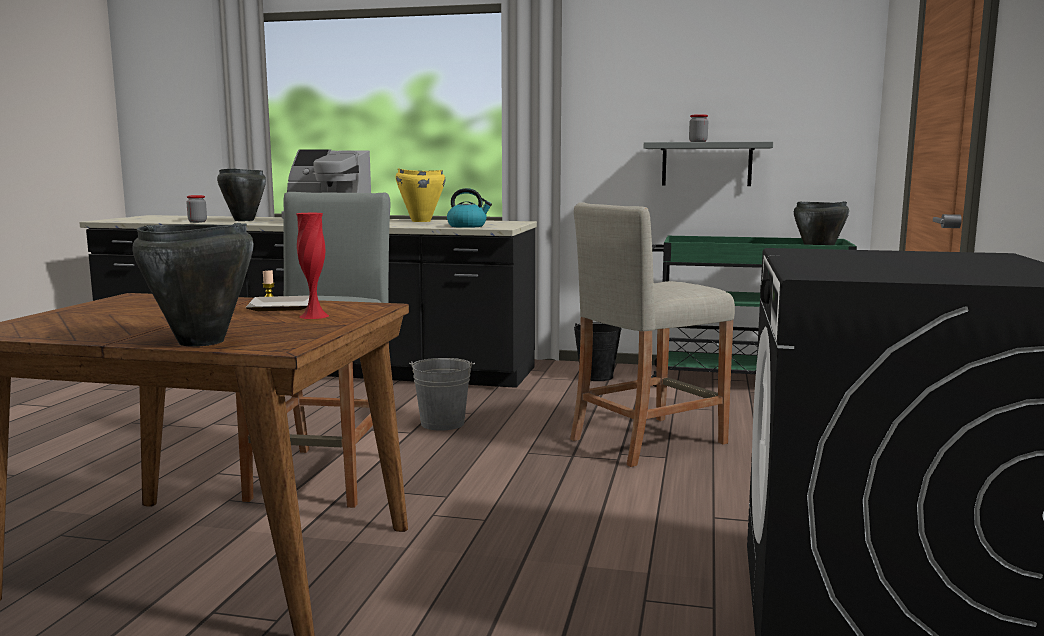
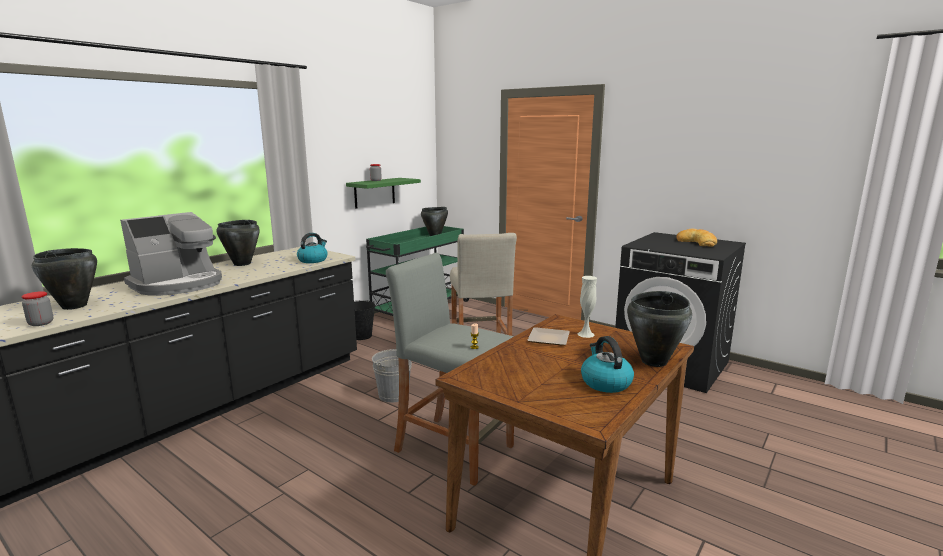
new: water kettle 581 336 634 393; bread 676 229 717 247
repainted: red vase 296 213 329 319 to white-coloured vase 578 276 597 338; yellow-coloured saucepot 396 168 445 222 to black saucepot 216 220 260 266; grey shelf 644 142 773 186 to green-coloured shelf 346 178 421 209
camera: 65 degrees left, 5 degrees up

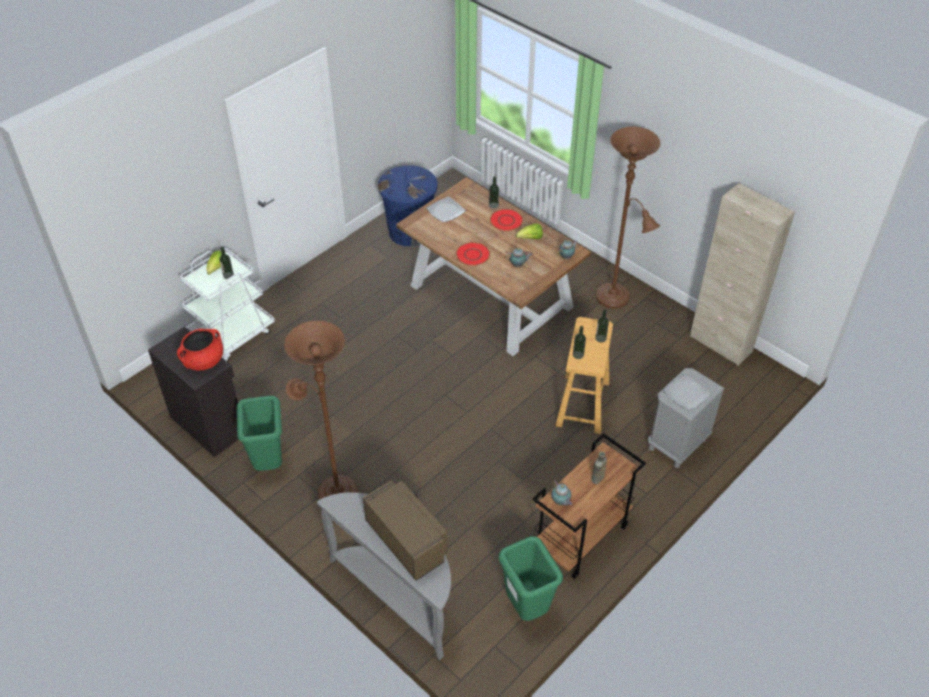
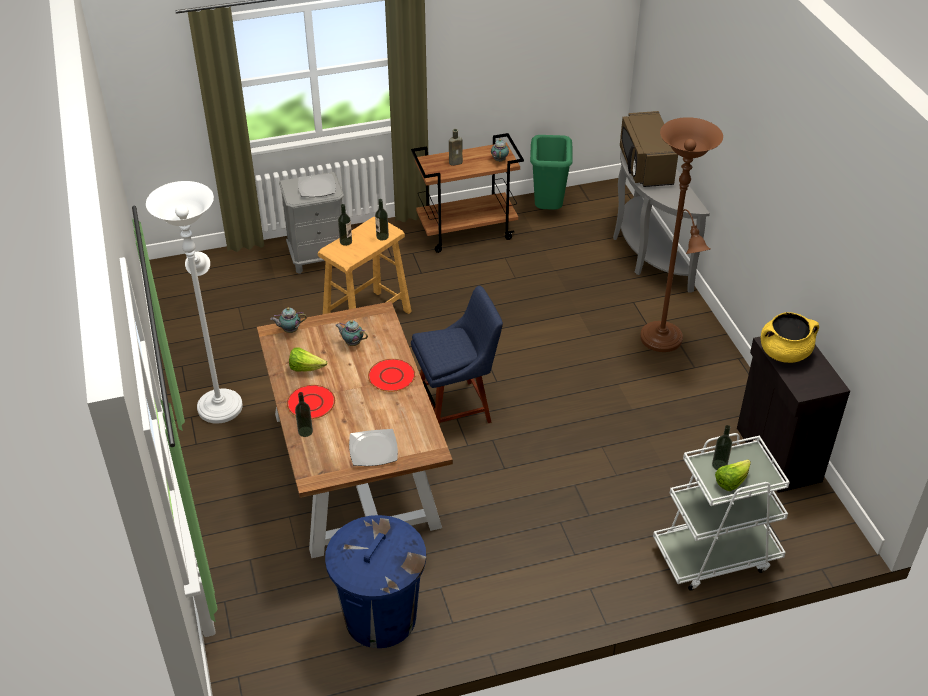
gone: green-coloured rubbish bin 237 396 282 471; sand-coloured storage cabinet 690 183 795 366
new: blue-coloured upright chair 411 286 503 425
repainted: red saucepot 177 329 223 370 to yellow-coloured saucepot 761 312 819 363; brown-coloured standard lamp 596 127 660 309 to white-coloured standard lamp 146 181 243 424
camera: 150 degrees left, 5 degrees down

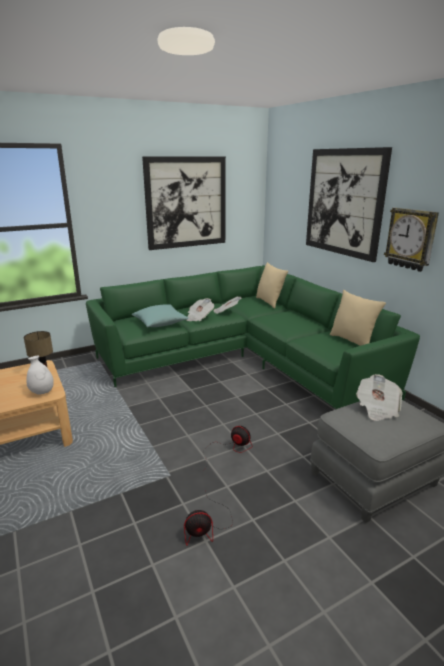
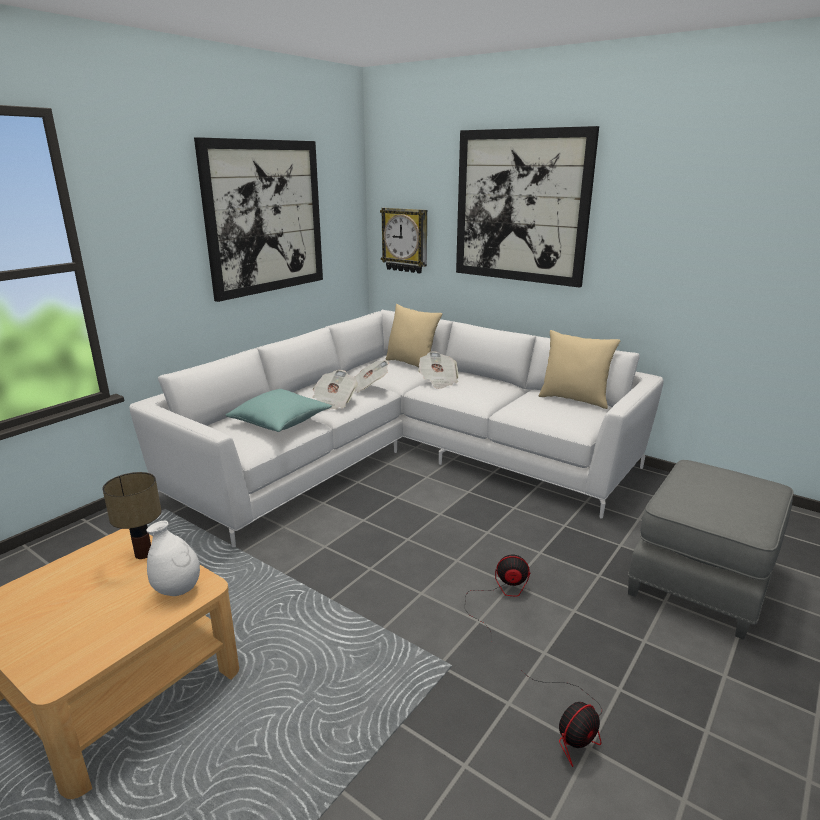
shifted: newspaper 356 374 403 421 to 418 352 459 389; wall clock 384 207 439 272 to 380 208 427 274
repainted: green-coloured couch 86 265 420 409 to white-coloured couch 129 310 664 547
camera: 25 degrees left, 0 degrees up

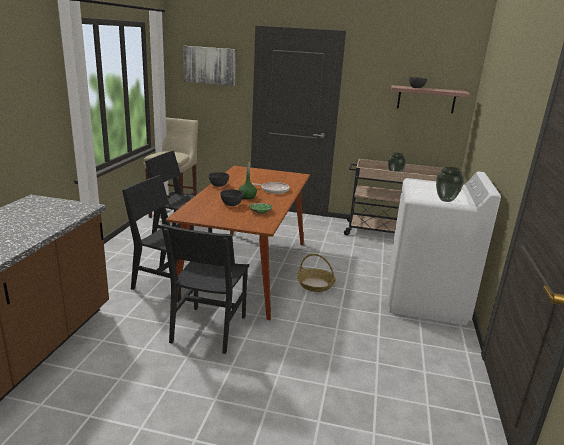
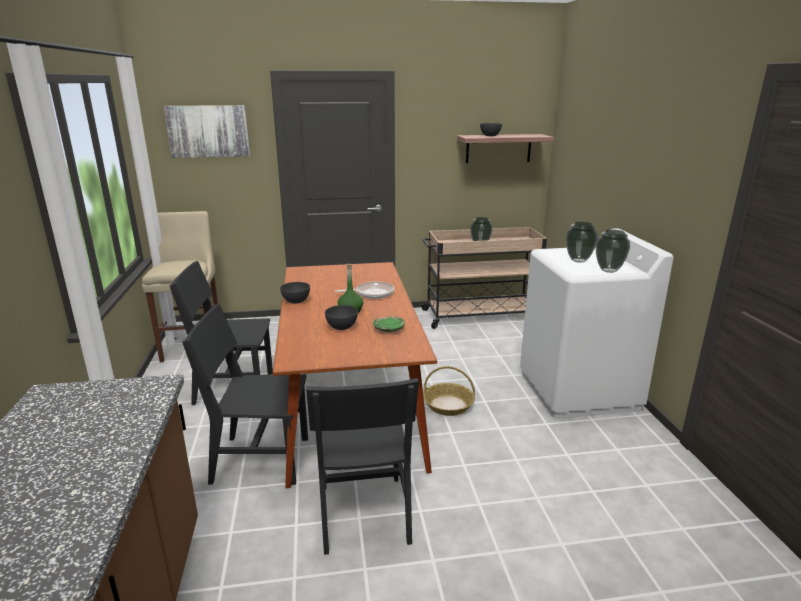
new: vase 566 222 598 263
camera: 20 degrees left, 0 degrees up

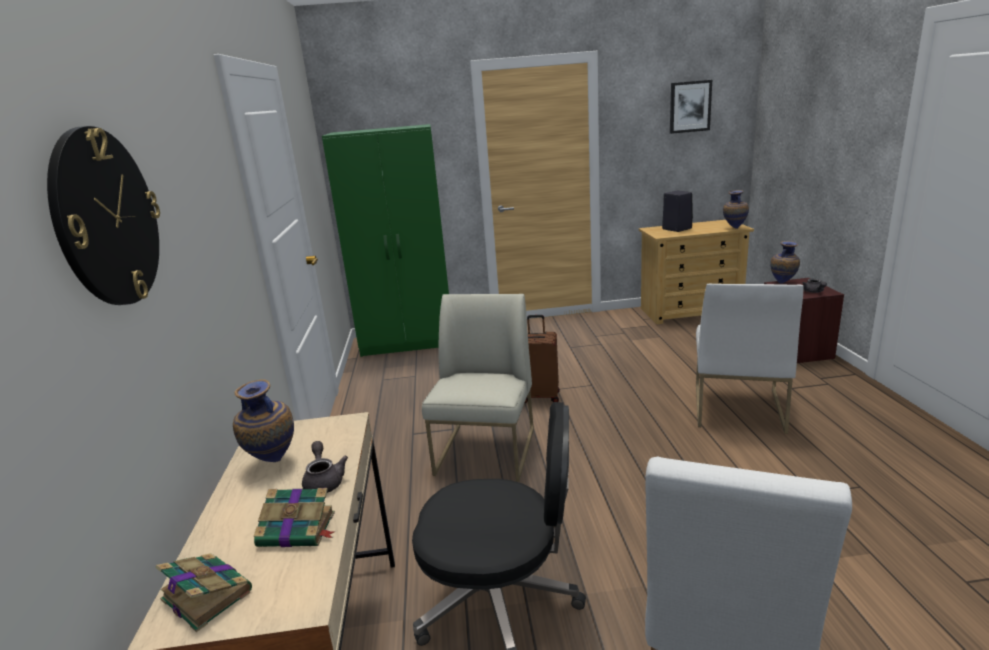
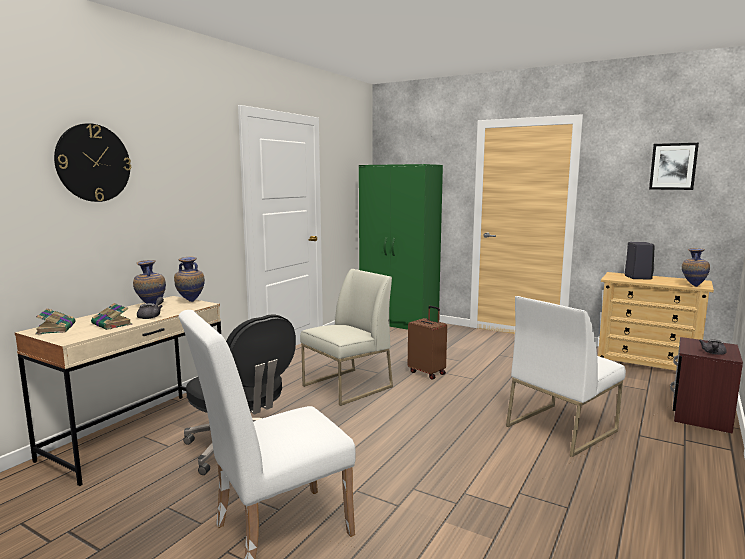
shifted: vase 770 241 800 283 to 174 256 205 302
camera: 35 degrees right, 10 degrees down

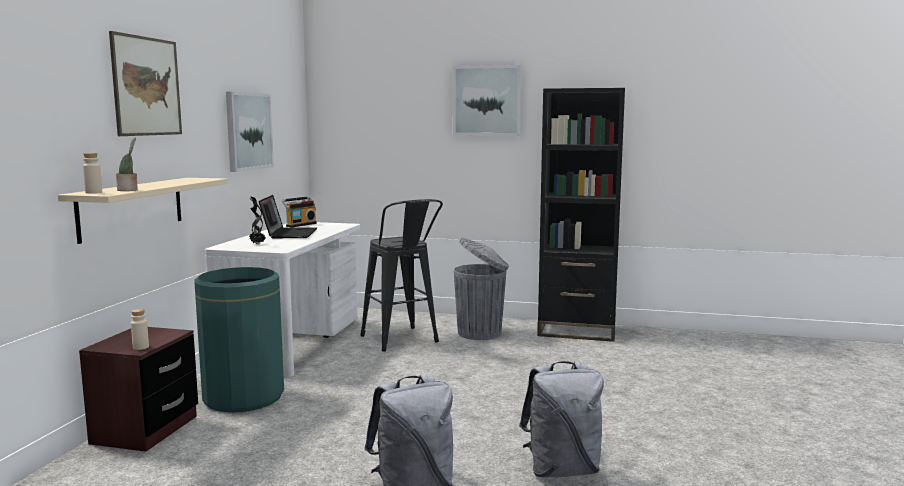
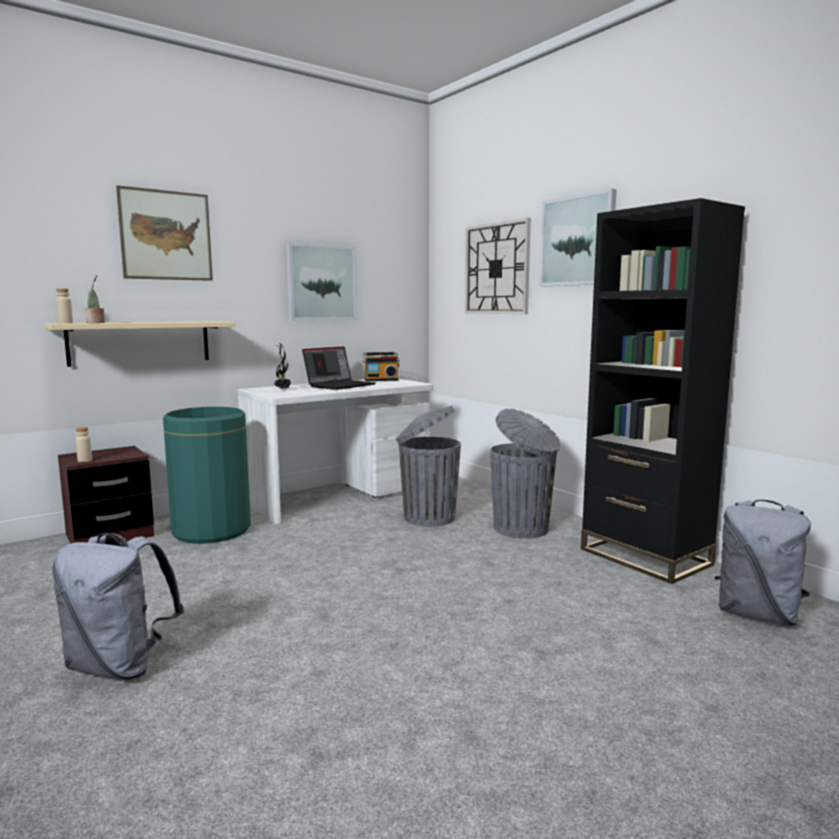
new: wall clock 465 218 531 314
shifted: grey rucksack 519 361 603 478 to 715 500 811 626
swapped: black stool 360 199 443 351 to grey rubbish bin 396 406 461 527
camera: 40 degrees right, 0 degrees up

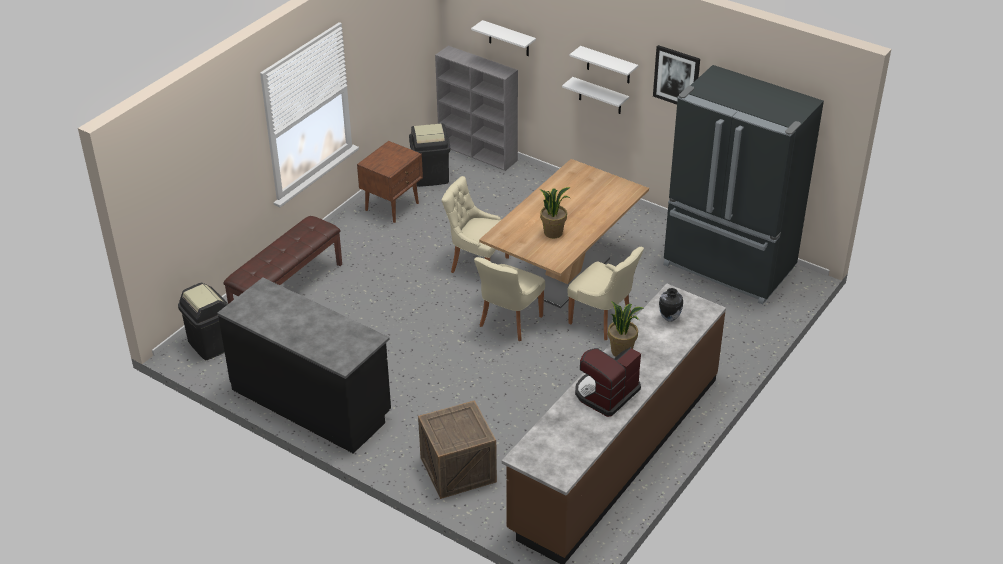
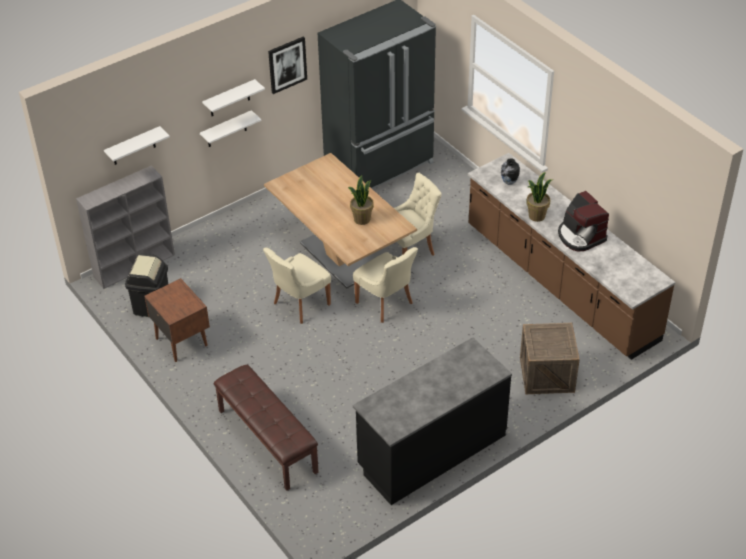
gone: black rubbish bin 178 283 228 360
camera: 70 degrees left, 5 degrees up

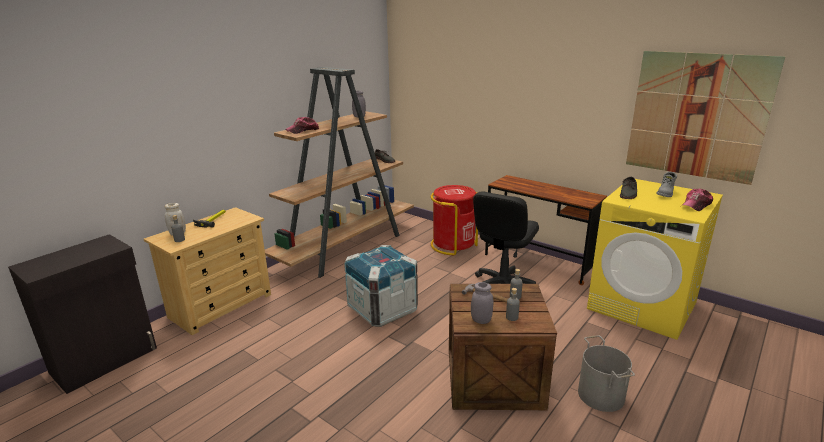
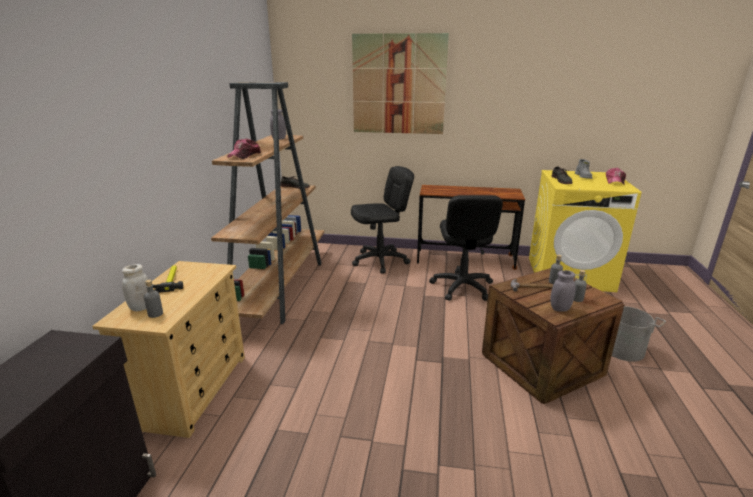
gone: crate 344 245 418 327
shifted: wall art 626 51 785 185 to 352 33 449 134
swapped: red rubbish bin 431 185 478 255 to black computer chair 351 166 414 273
camera: 30 degrees left, 0 degrees up

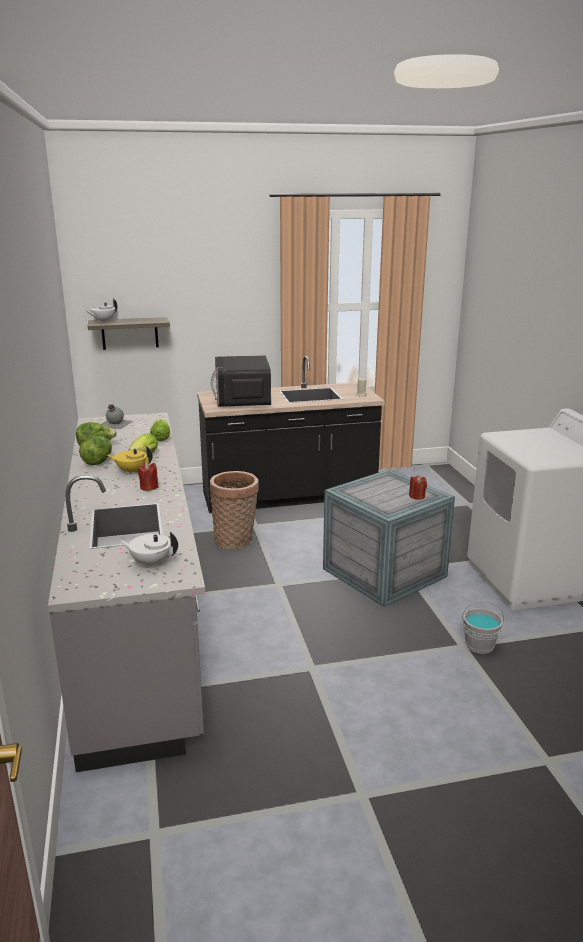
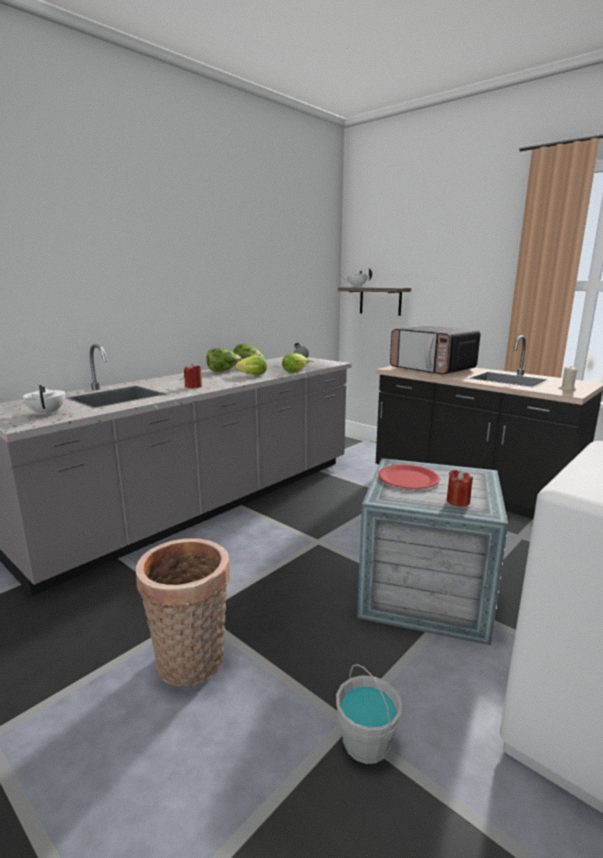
gone: yellow-coloured tea pot 107 446 153 474
new: red flat dish 378 464 440 489
shifted: household basket 210 471 259 549 to 136 539 230 686
rotated: microwave 211 355 271 407 = 390 326 480 375 90 degrees counterclockwise
camera: 55 degrees right, 5 degrees down

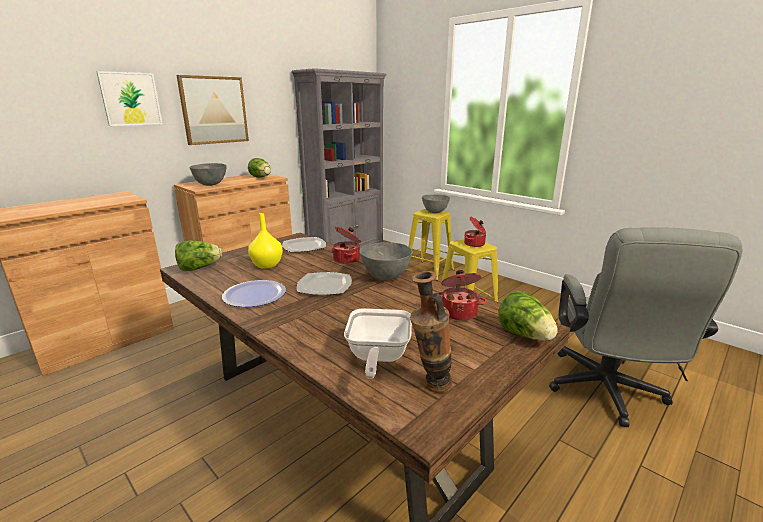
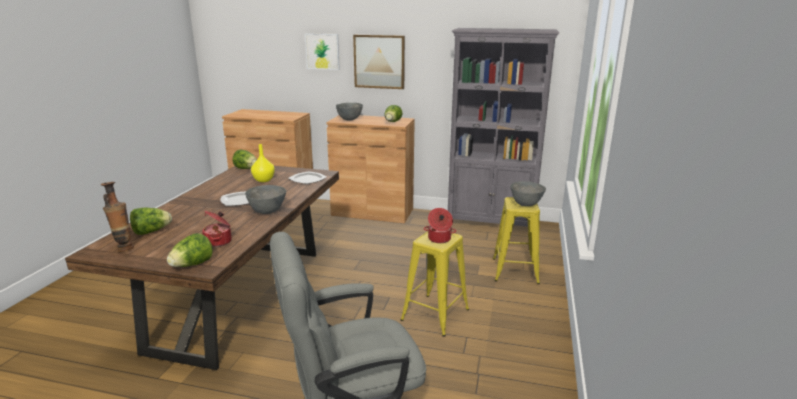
gone: flat dish 222 280 286 307; saucepot 332 227 361 264
swapped: frying pan 344 308 412 379 to head of lettuce 130 208 172 235
camera: 60 degrees right, 0 degrees up

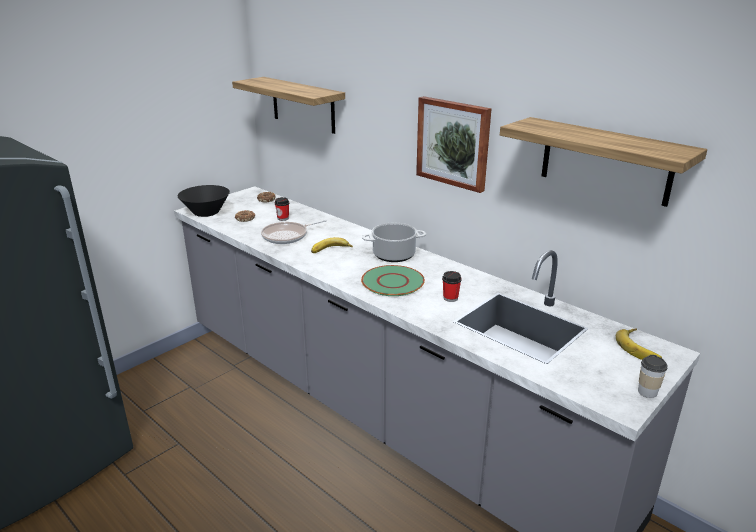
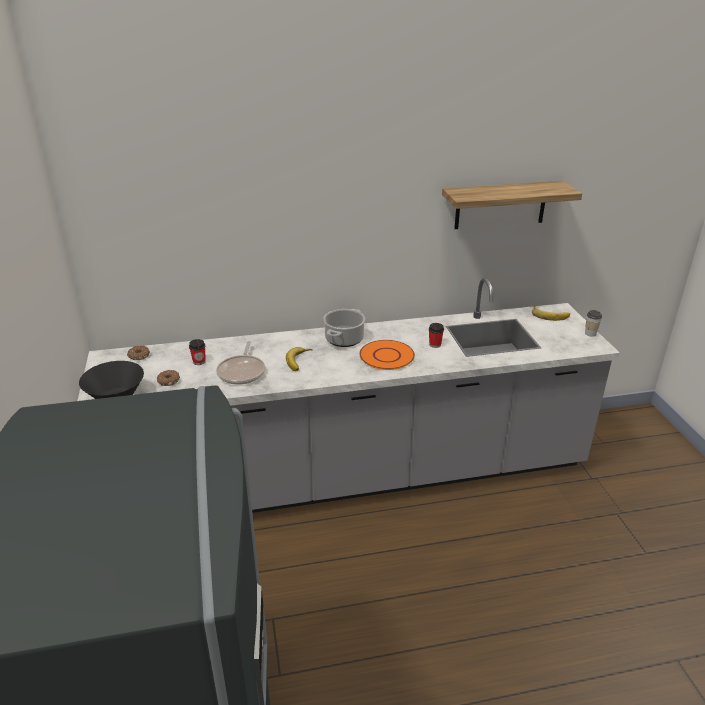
gone: shelf 232 77 345 134; wall art 416 96 492 193
repainted: green-coloured flat dish 361 265 425 296 to orange flat dish 359 340 415 370
camera: 55 degrees left, 5 degrees up

